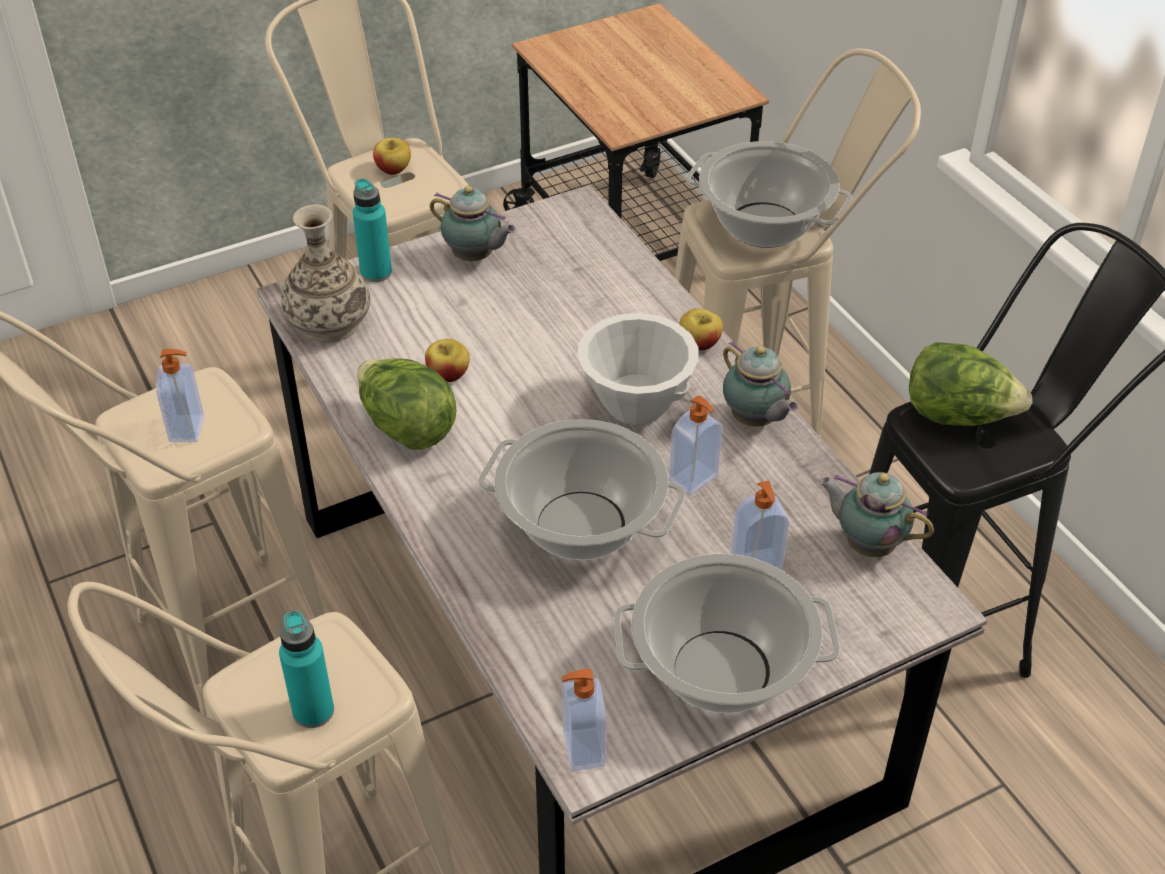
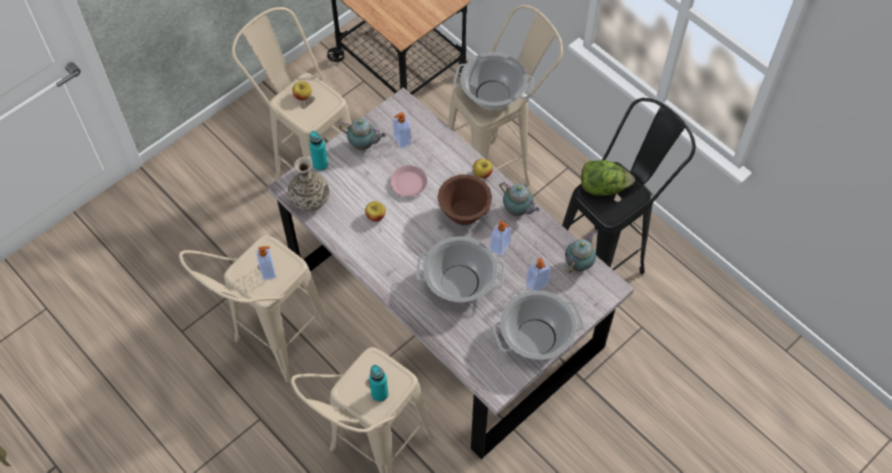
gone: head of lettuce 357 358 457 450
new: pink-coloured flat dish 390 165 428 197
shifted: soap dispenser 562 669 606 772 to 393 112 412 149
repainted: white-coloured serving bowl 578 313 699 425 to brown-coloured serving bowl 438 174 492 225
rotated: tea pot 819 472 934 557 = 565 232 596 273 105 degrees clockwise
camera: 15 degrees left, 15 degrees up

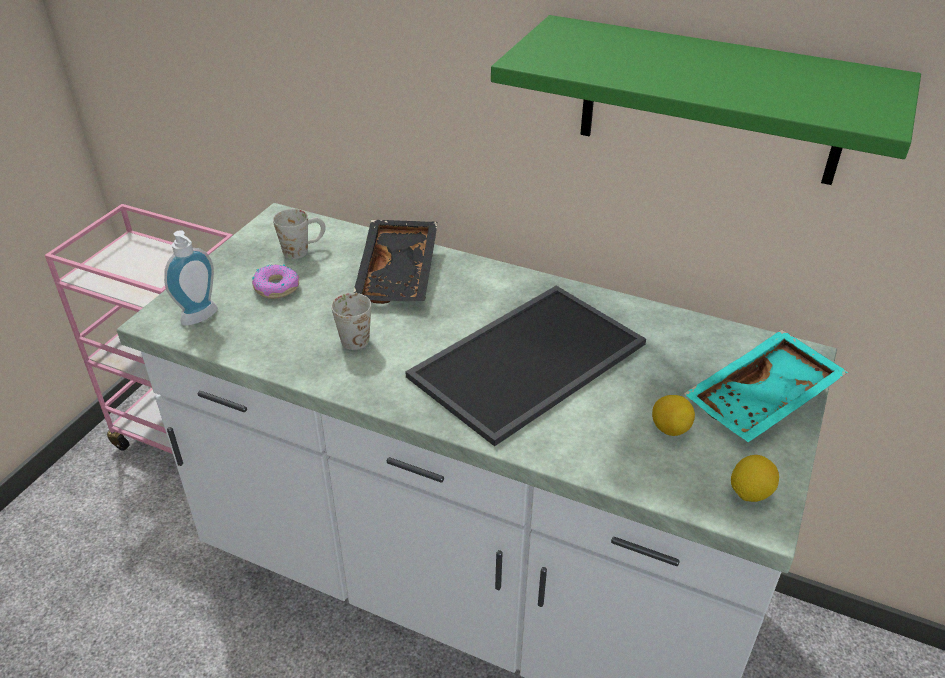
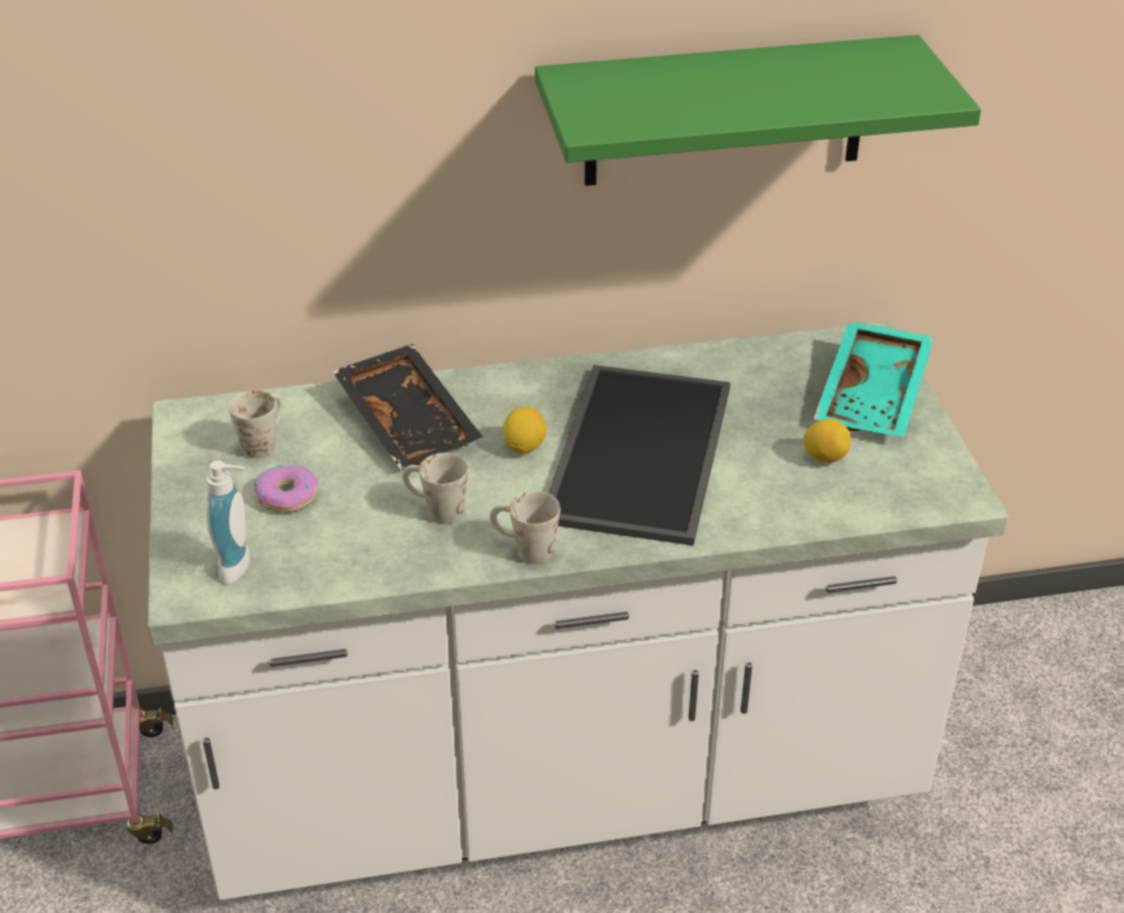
new: white-coloured mug 490 491 560 564
shifted: lemon 731 455 779 502 to 503 407 546 454
camera: 35 degrees left, 0 degrees up

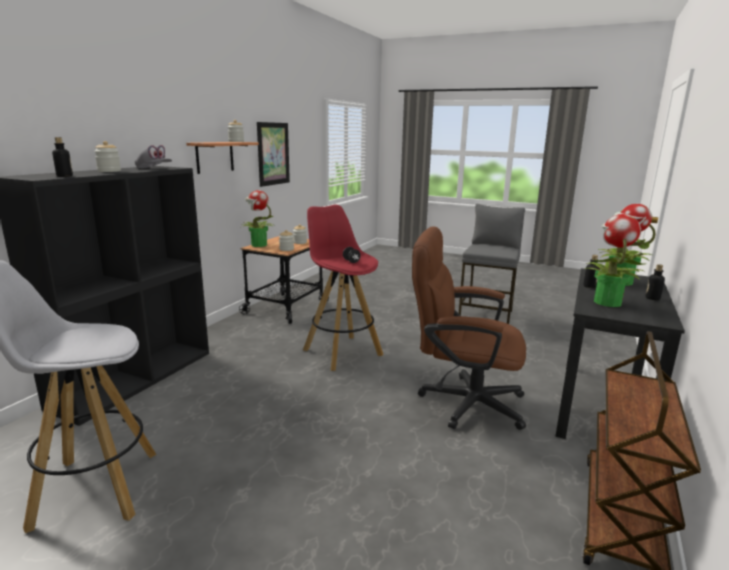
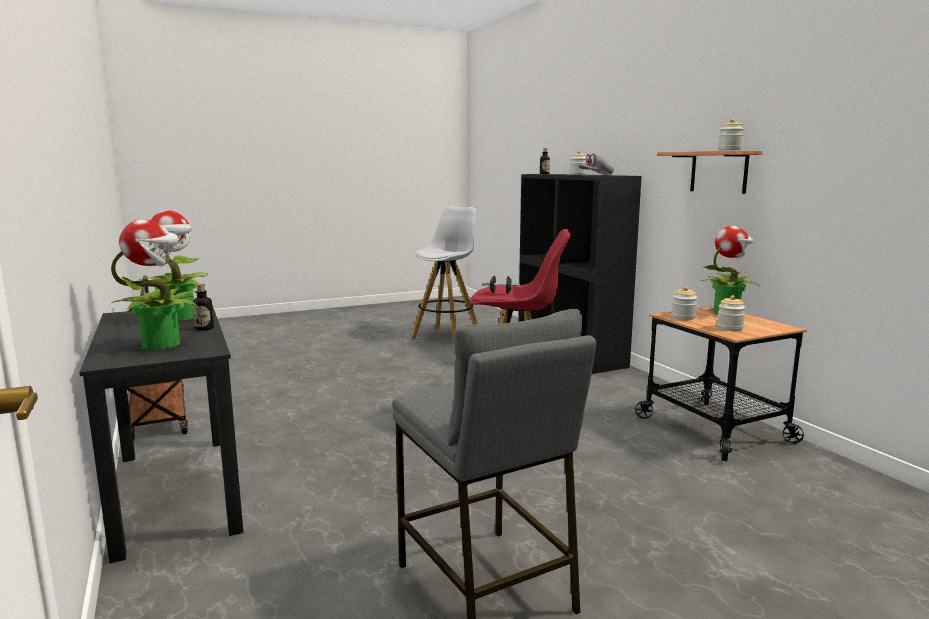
gone: wall art 257 122 290 187; brown-coloured computer chair 412 226 526 430; bottle 646 264 665 300
camera: 130 degrees right, 5 degrees down

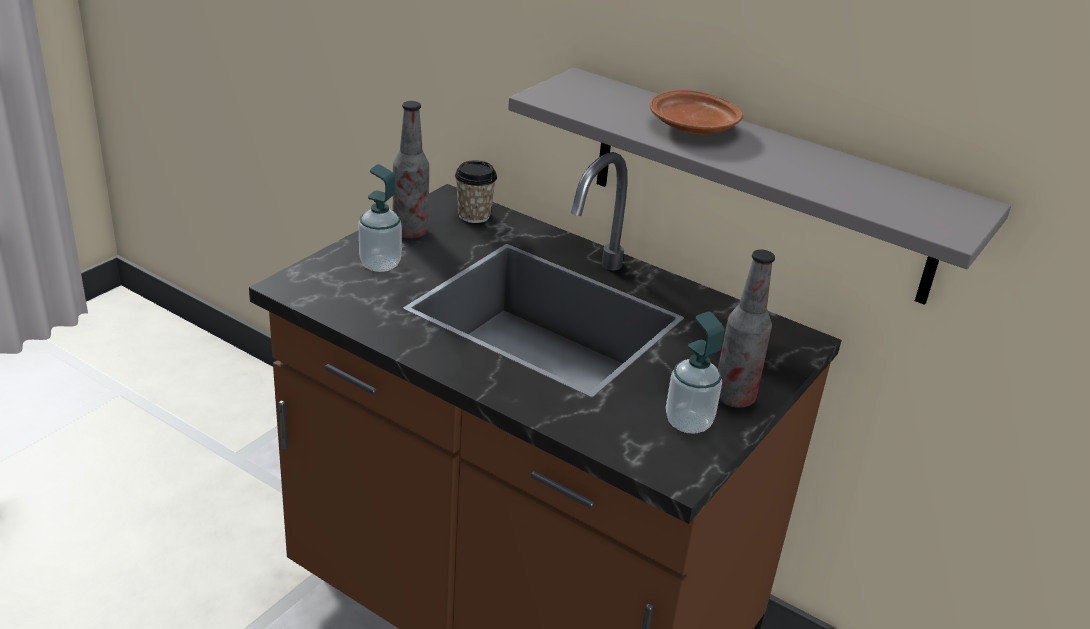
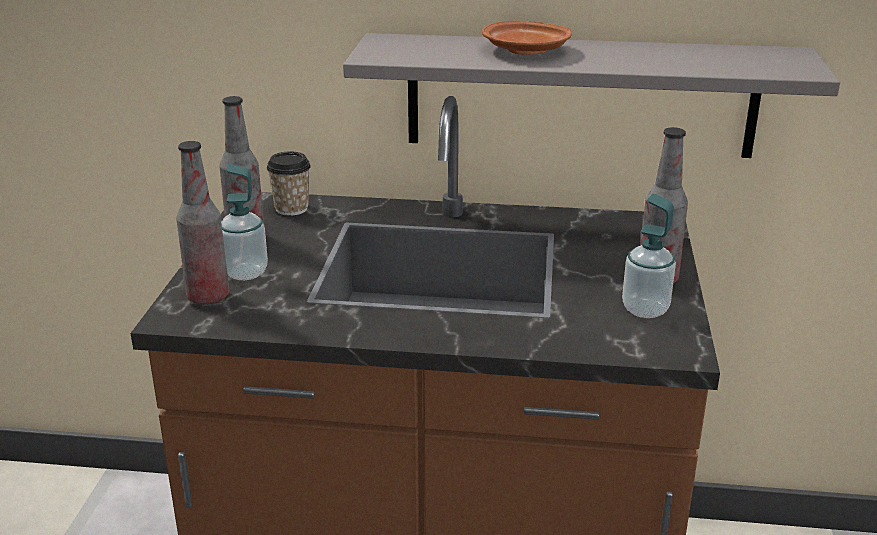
new: bottle 176 141 229 305
camera: 25 degrees left, 5 degrees down

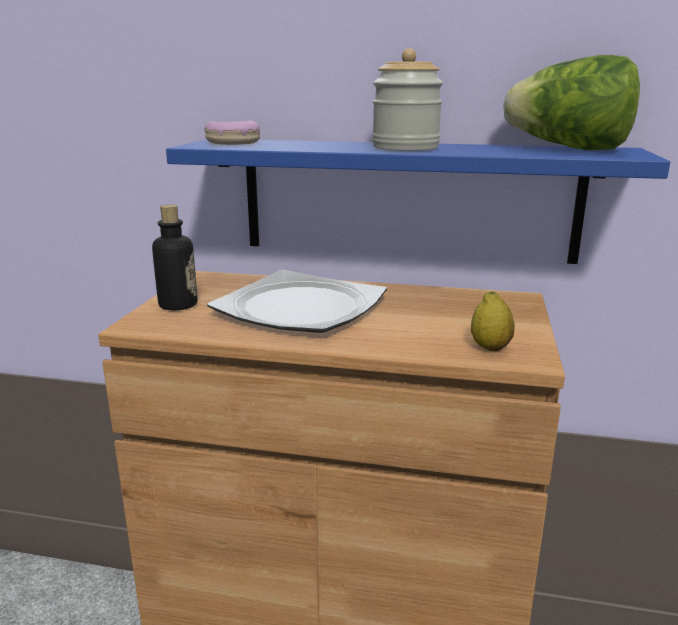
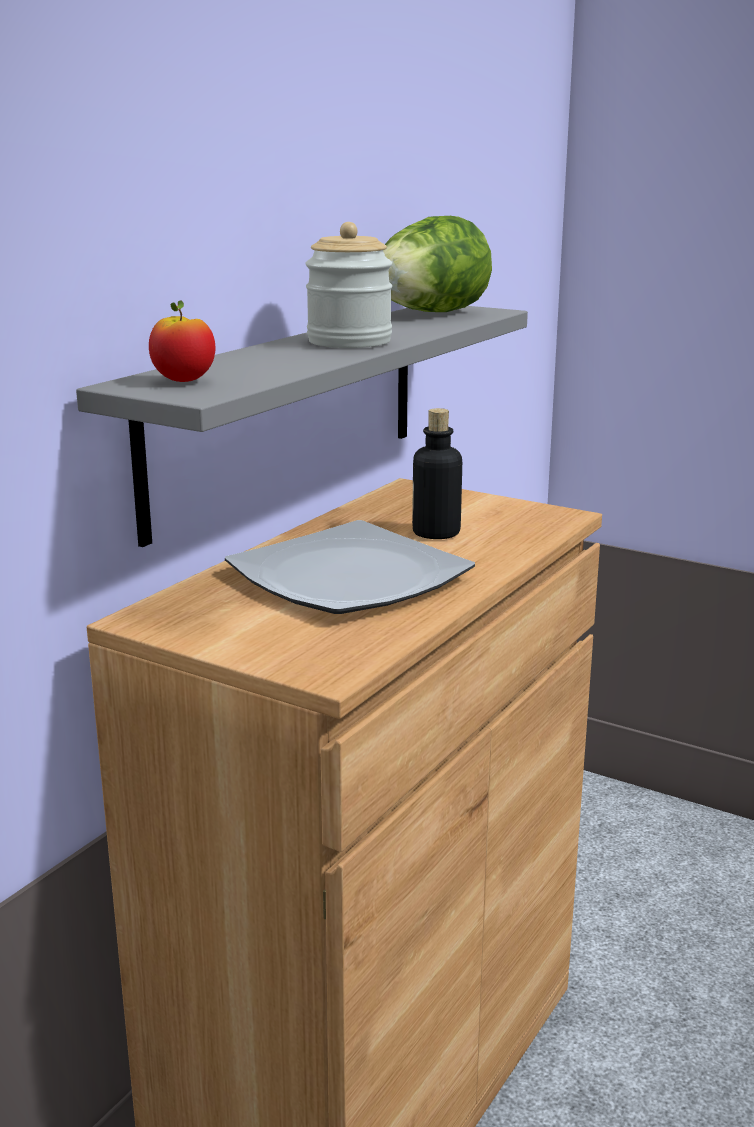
gone: lemon 471 291 515 351
shifted: bottle 152 205 198 310 to 412 408 462 539
swapped: ring doughnut 204 120 260 145 to apple fruit 149 301 215 382
repainted: blue-coloured shelf 166 139 670 264 to grey shelf 76 306 528 547
camera: 70 degrees left, 0 degrees up

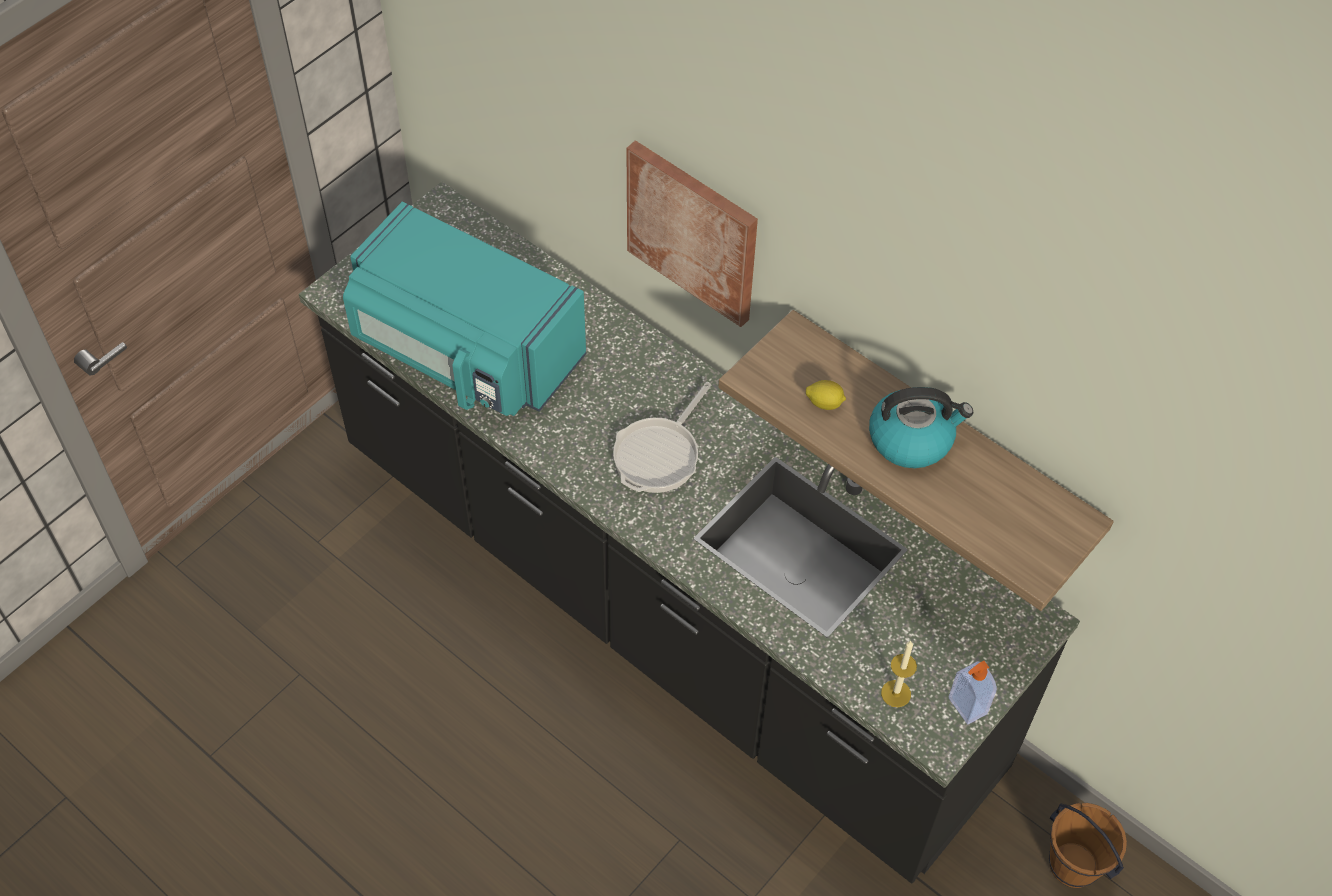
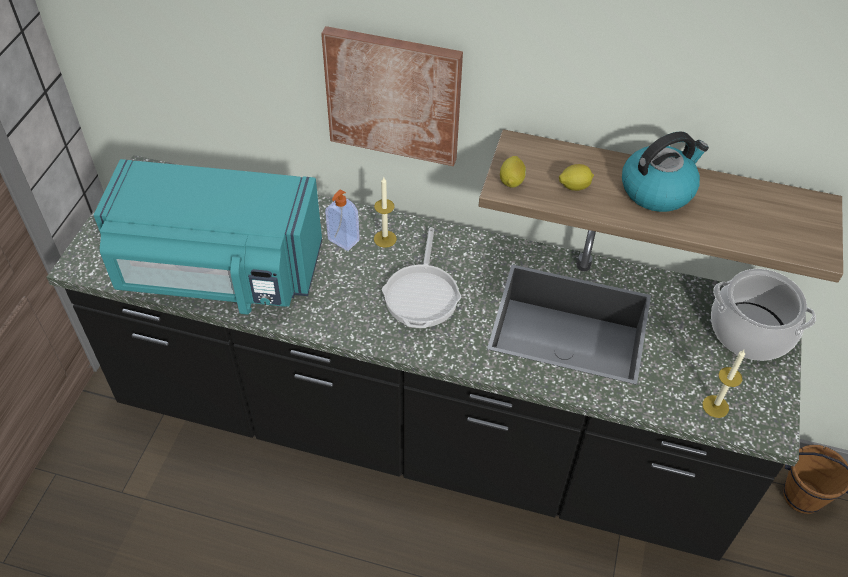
new: wax light 374 177 397 248; lemon 500 156 526 188; saucepot 711 269 816 361
shifted: soap dispenser 949 661 997 724 to 325 189 360 251
camera: 25 degrees left, 5 degrees down

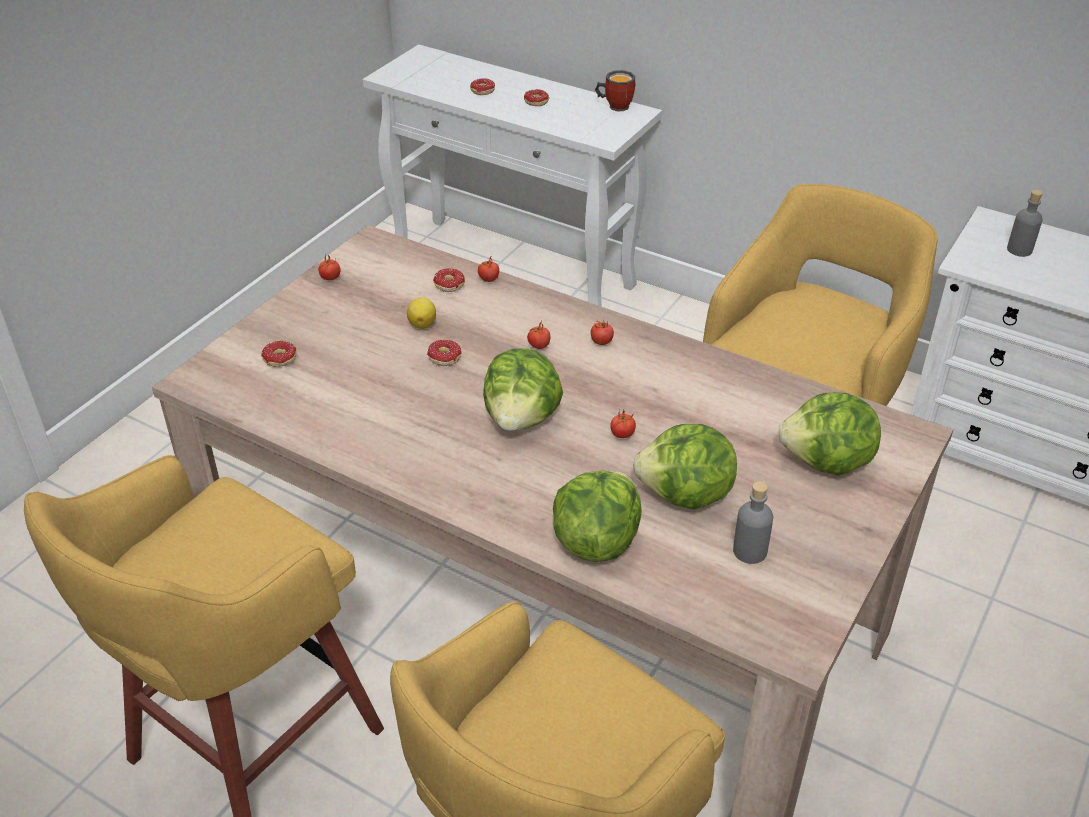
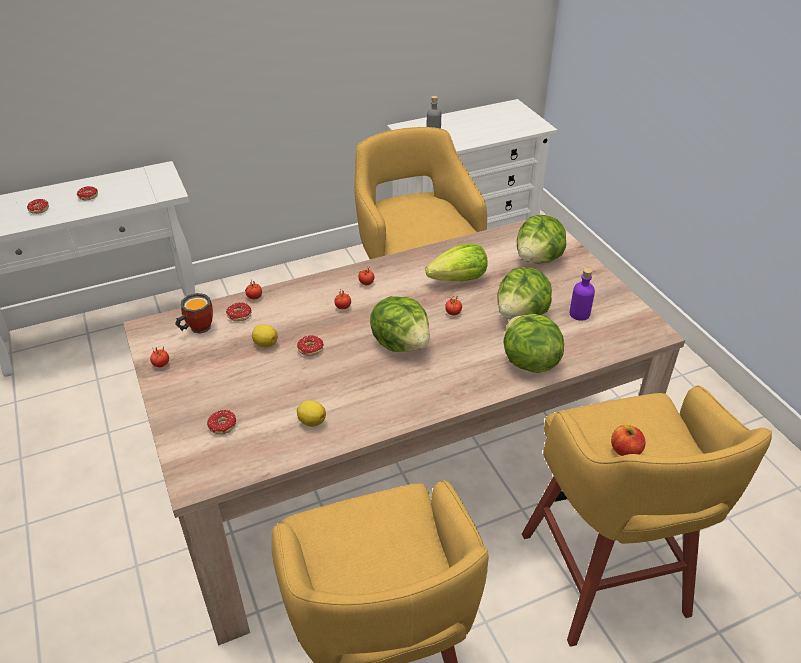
new: lemon 297 400 326 427; head of lettuce 425 243 487 281; apple fruit 611 425 646 456
shifted: mug 595 70 636 111 to 175 293 213 334
repainted: grey bottle 733 481 773 564 to purple-coloured bottle 569 268 595 321
camera: 55 degrees left, 0 degrees up

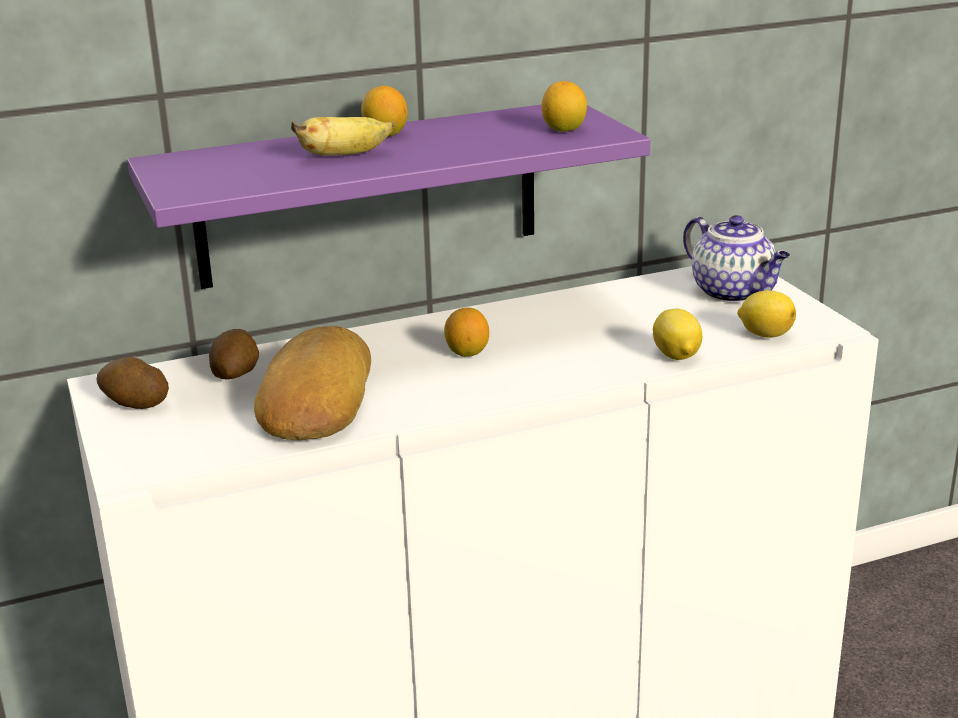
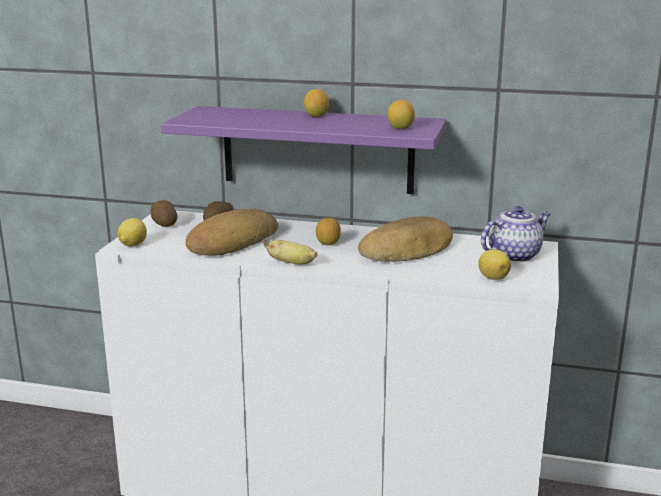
new: bread 358 216 453 262
shifted: whole banana 291 117 394 155 to 263 239 317 264; lemon 653 309 702 360 to 117 218 147 246
rotated: tea pot 683 215 790 303 = 481 206 551 263 120 degrees counterclockwise
camera: 35 degrees right, 5 degrees down

